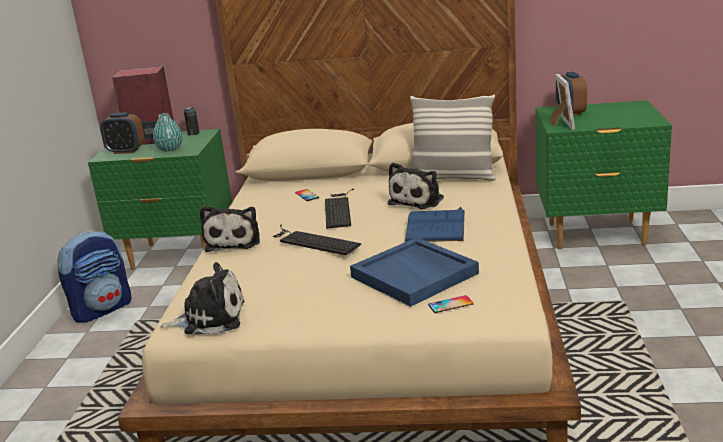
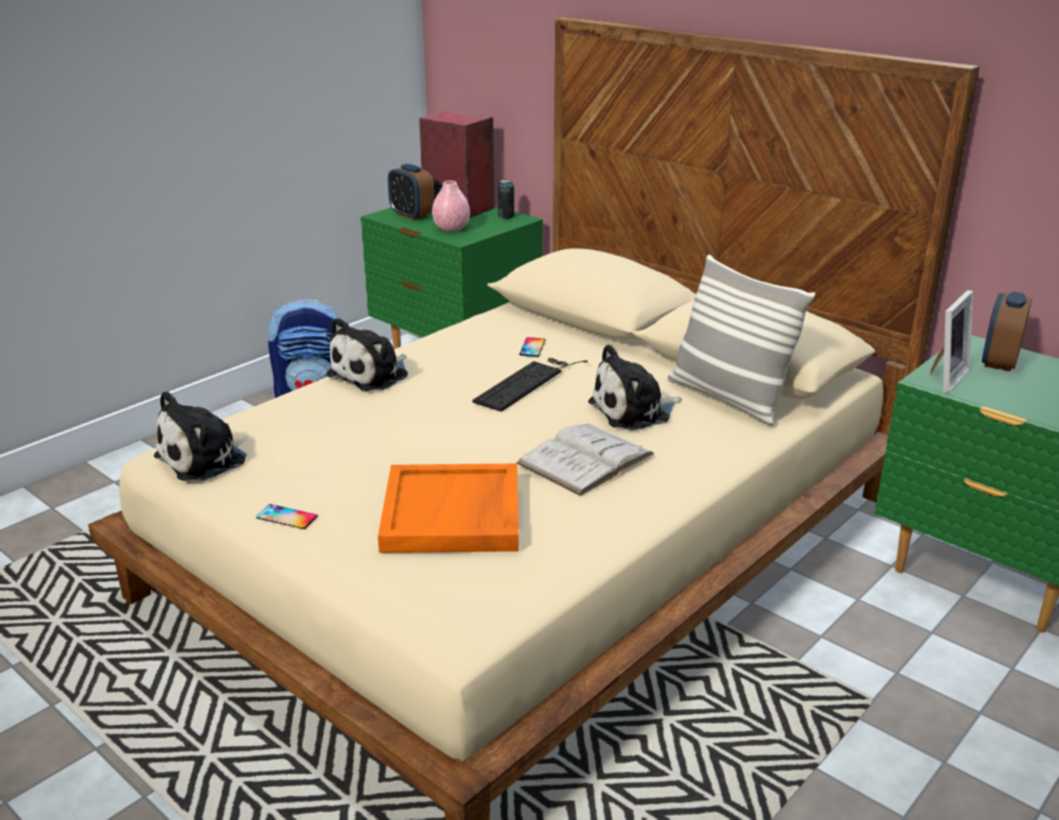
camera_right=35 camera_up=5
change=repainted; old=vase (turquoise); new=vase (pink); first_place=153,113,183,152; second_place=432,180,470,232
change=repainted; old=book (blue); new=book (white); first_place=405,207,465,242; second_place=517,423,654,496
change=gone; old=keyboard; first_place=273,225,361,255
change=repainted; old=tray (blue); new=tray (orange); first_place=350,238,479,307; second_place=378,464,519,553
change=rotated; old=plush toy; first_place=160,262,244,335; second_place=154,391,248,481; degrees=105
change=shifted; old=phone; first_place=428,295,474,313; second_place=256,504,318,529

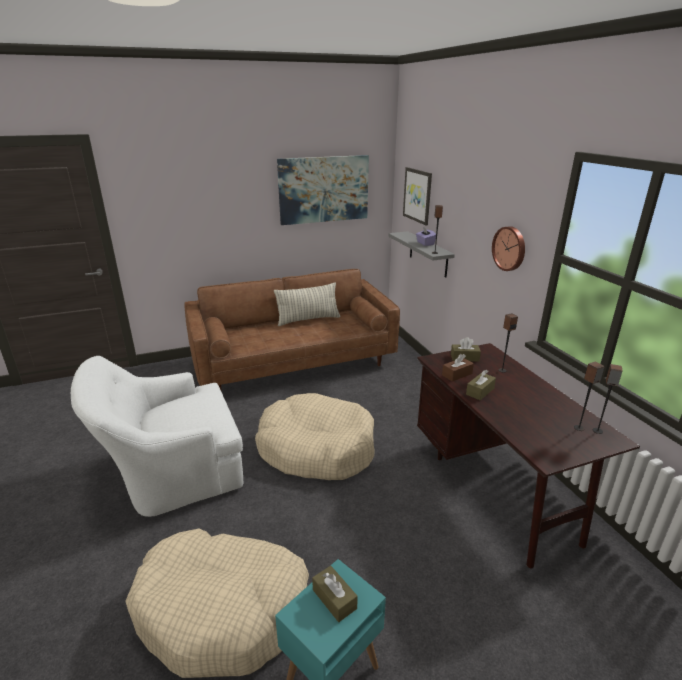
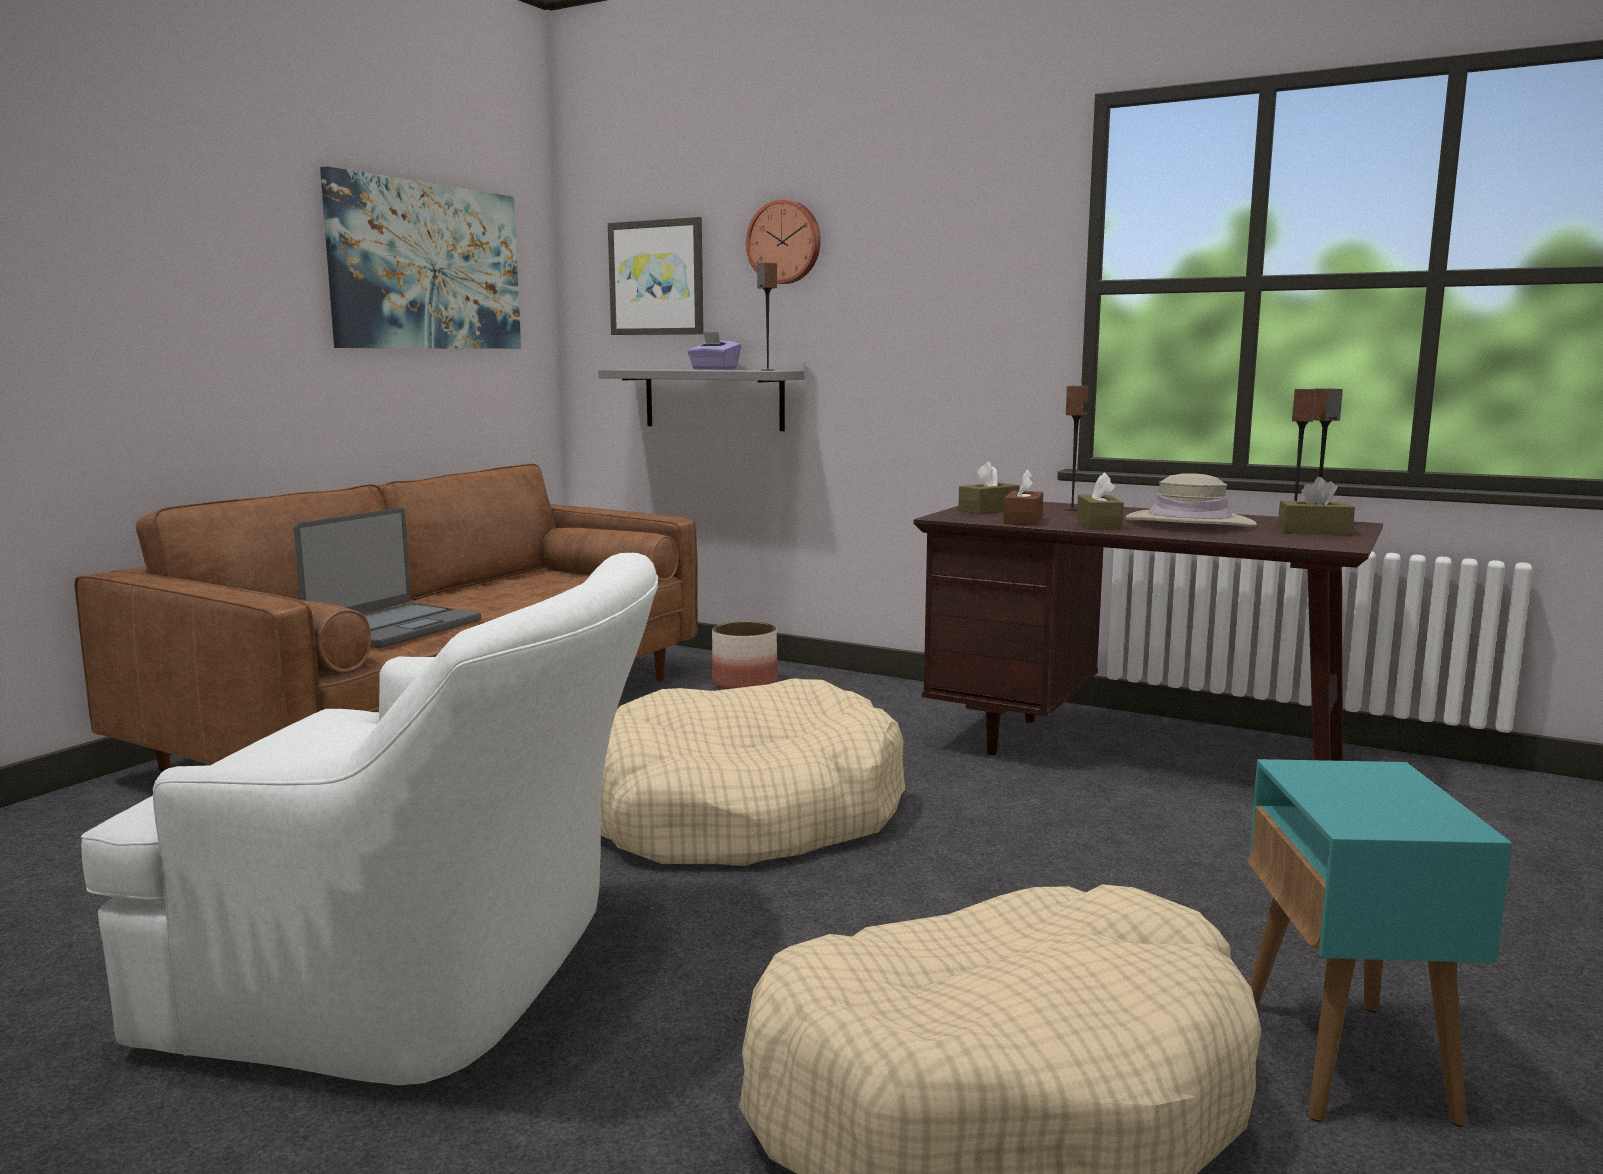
camera_right=-40 camera_up=-15
change=shifted; old=wall clock; first_place=492,226,525,271; second_place=746,199,821,284
change=gone; old=pillow; first_place=274,282,340,326
change=rotated; old=armchair (white); first_place=71,356,243,517; second_place=81,553,658,1085; degrees=-105
change=shifted; old=tissue box (brown); first_place=312,566,358,622; second_place=1278,477,1355,535
change=new; new=hat (beige); second_place=1125,473,1257,527
change=new; new=laptop; second_place=294,507,481,648
change=new; new=planter; second_place=712,621,778,689

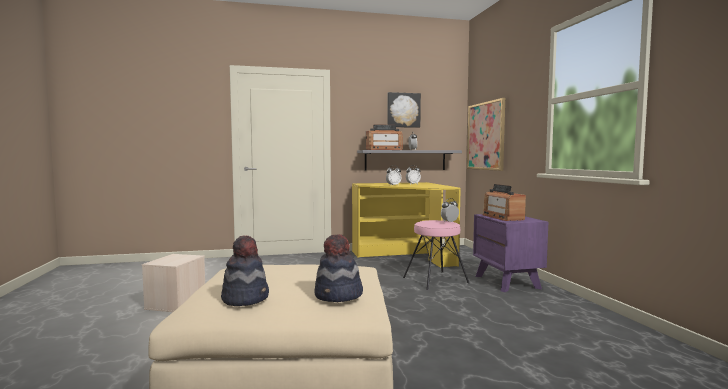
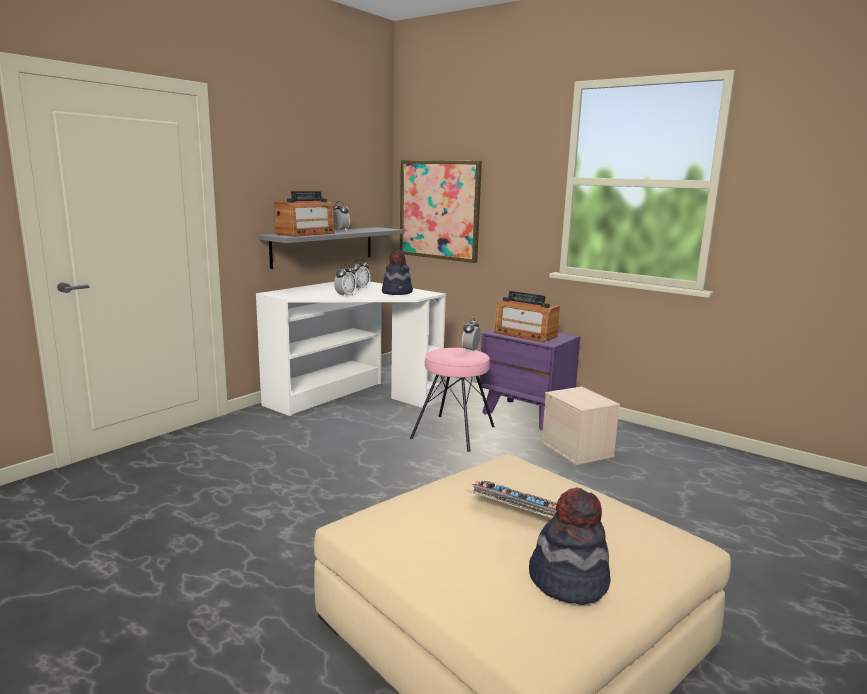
camera_right=-40 camera_up=10
change=gone; old=picture; first_place=387,92,421,128
change=repainted; old=desk (yellow); new=desk (white); first_place=352,182,461,268; second_place=256,282,446,416
change=shifted; old=hat; first_place=314,234,363,302; second_place=382,250,413,295
change=shifted; old=storage box (beige); first_place=142,254,205,312; second_place=541,387,620,465
change=new; new=keyboard; second_place=465,481,557,518

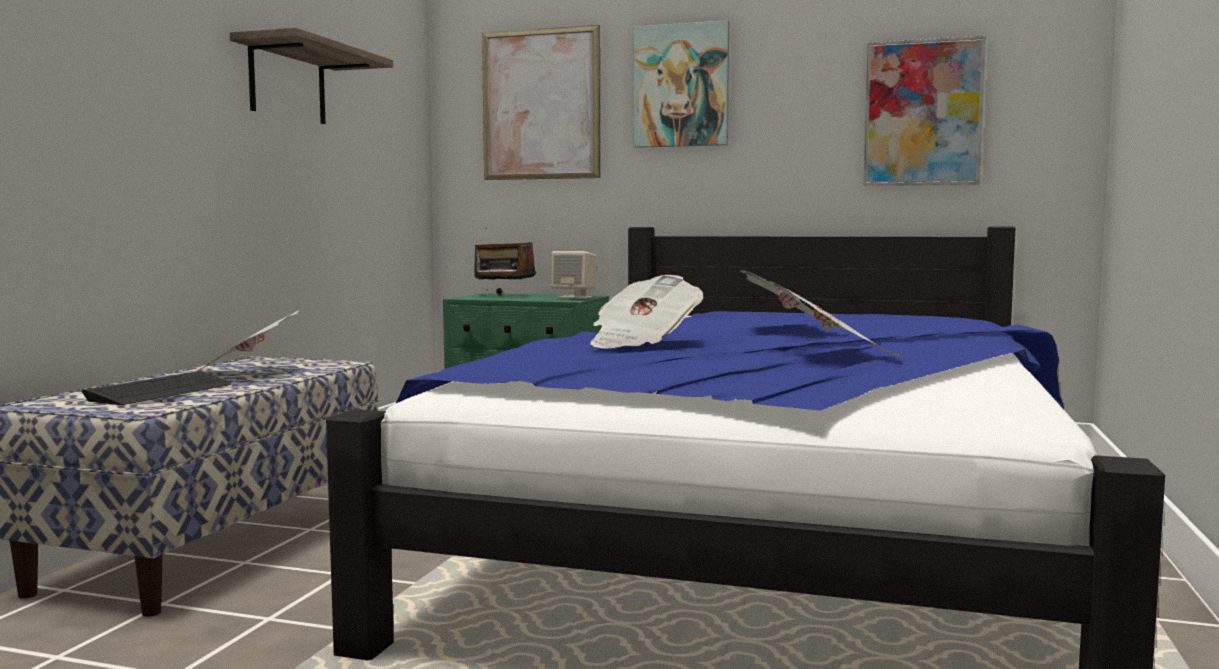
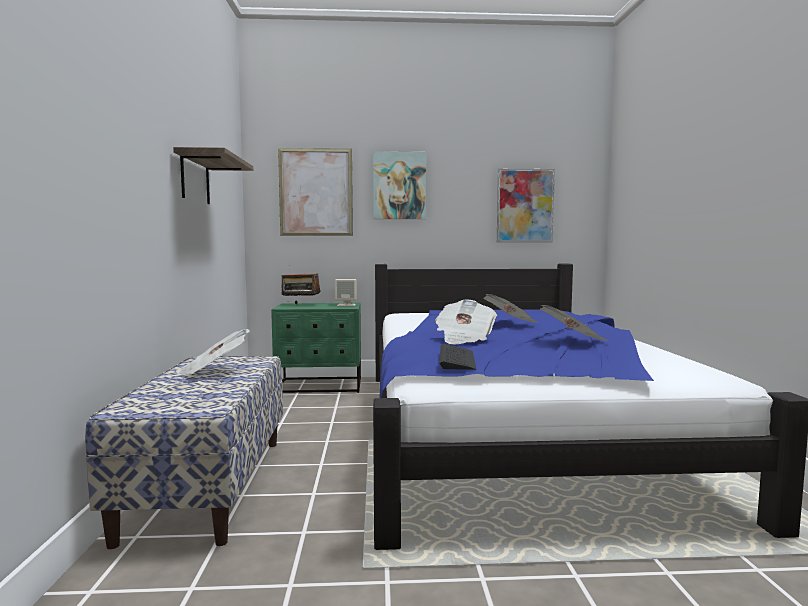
camera_right=-20 camera_up=0
change=shifted; old=keyboard; first_place=82,371,231,405; second_place=439,344,476,370

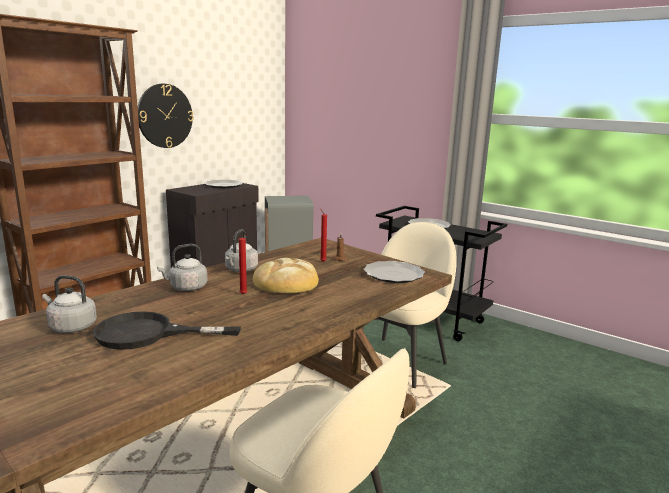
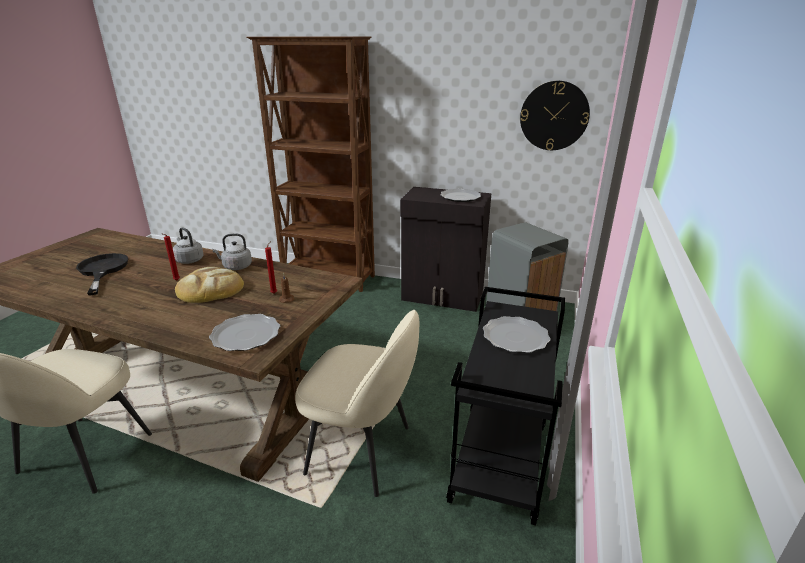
camera_right=70 camera_up=10
change=shifted; old=wall clock; first_place=138,84,194,148; second_place=520,81,590,150
change=gone; old=kettle (grey); first_place=42,275,97,333

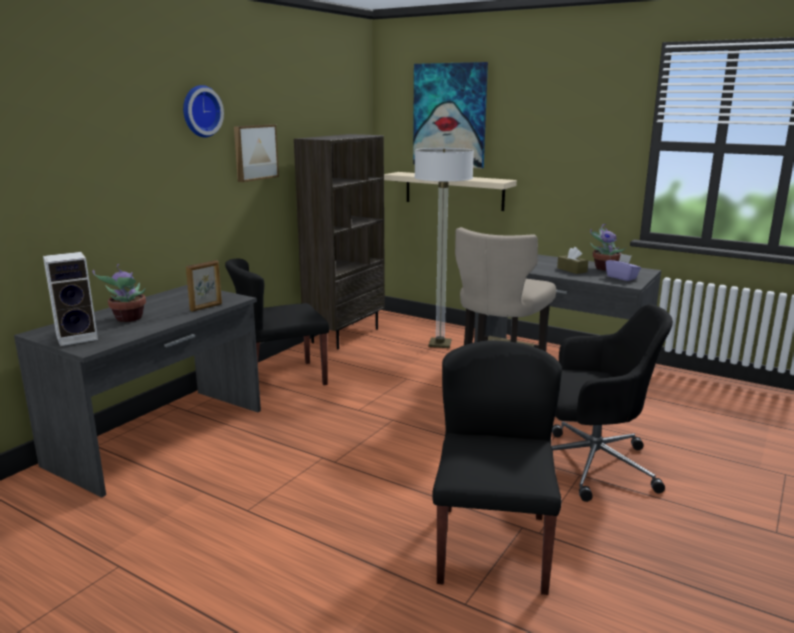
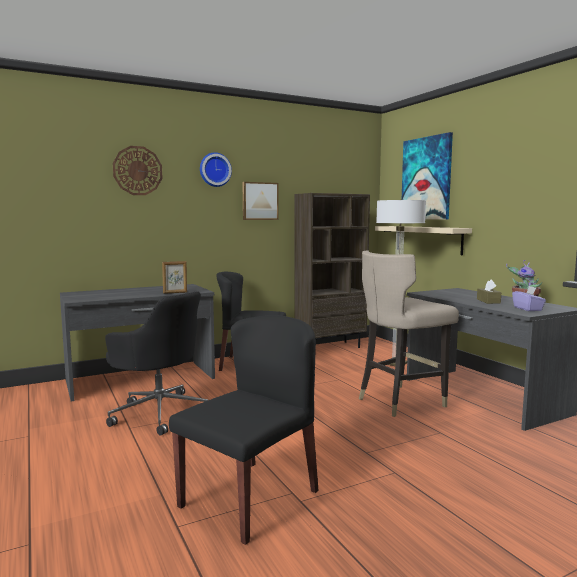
camera_right=30 camera_up=-10
change=gone; old=speaker; first_place=43,252,98,346
change=gone; old=potted plant; first_place=92,264,146,322
change=shifted; old=office chair (black); first_place=552,304,673,502; second_place=105,292,208,436
change=new; new=wall clock; second_place=113,146,162,195

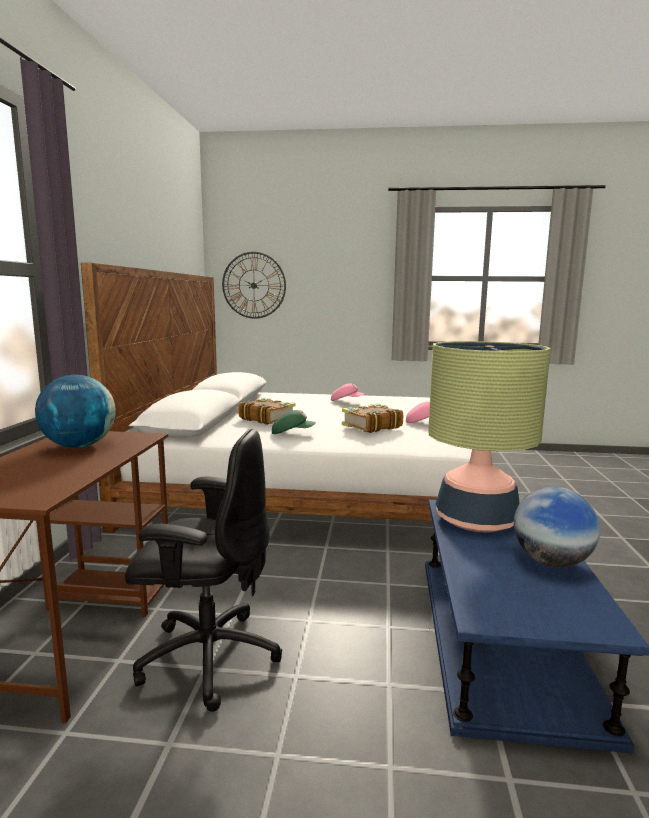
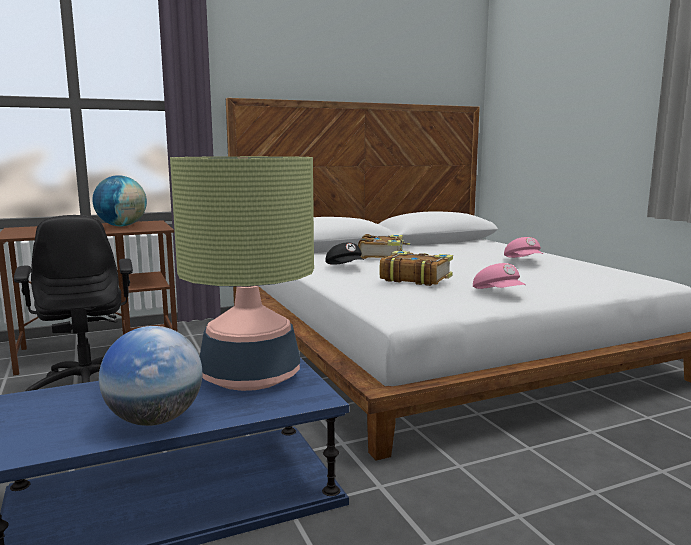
camera_right=60 camera_up=0
change=gone; old=wall clock; first_place=222,252,286,319
change=repainted; old=cap (green); new=cap (black); first_place=272,410,316,434; second_place=325,242,364,265

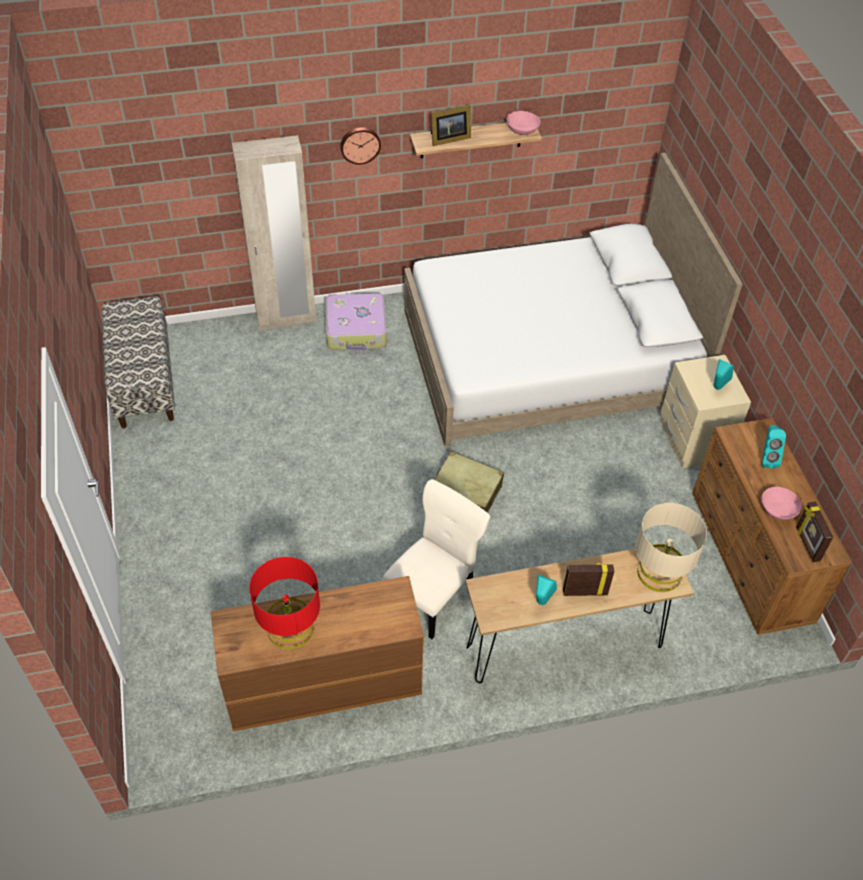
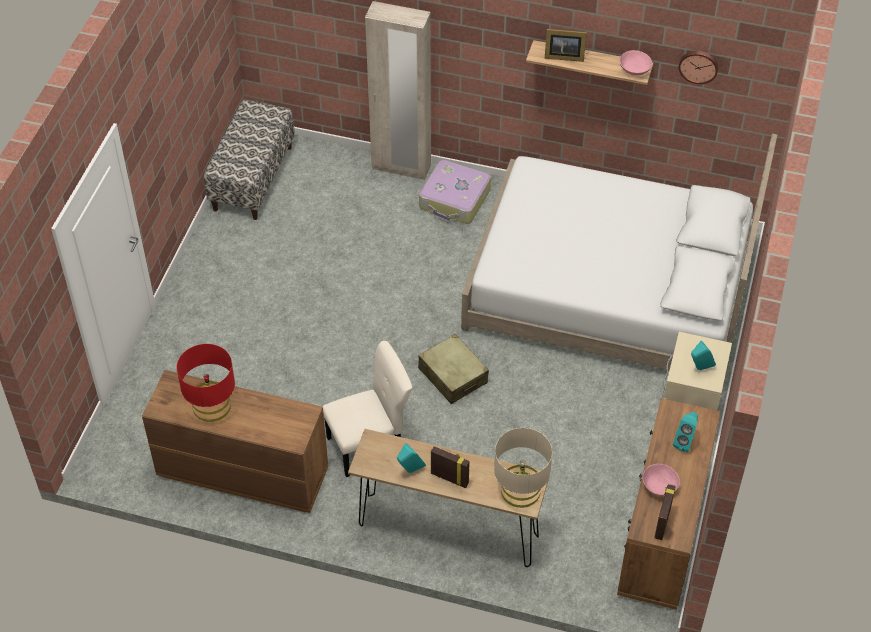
camera_right=30 camera_up=0
change=shifted; old=wall clock; first_place=340,127,381,164; second_place=679,51,718,84

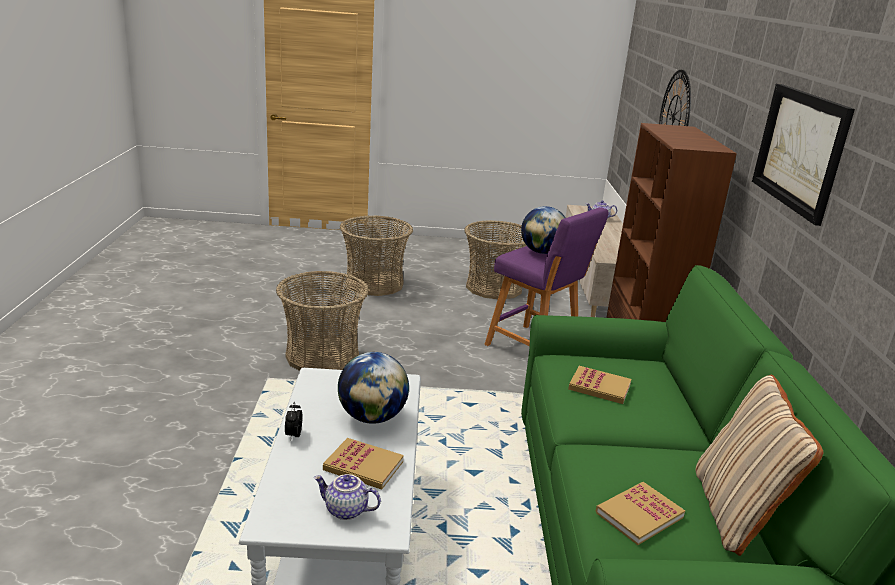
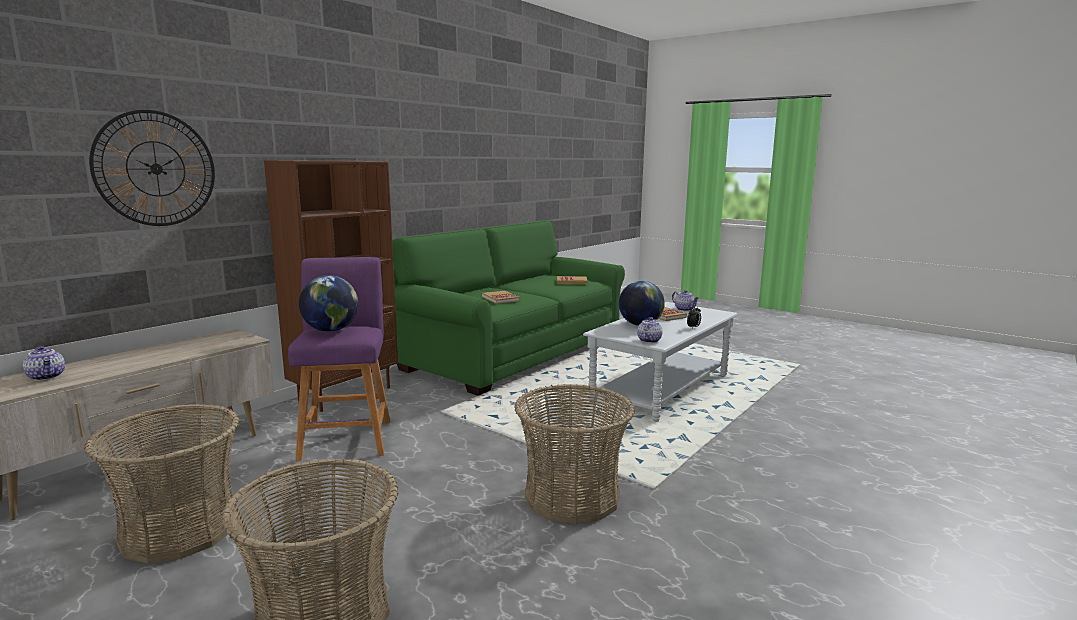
camera_right=-140 camera_up=-10
change=gone; old=picture; first_place=752,84,855,226
change=gone; old=pillow (beige); first_place=696,375,823,556
change=new; new=teapot; second_place=637,317,663,343

